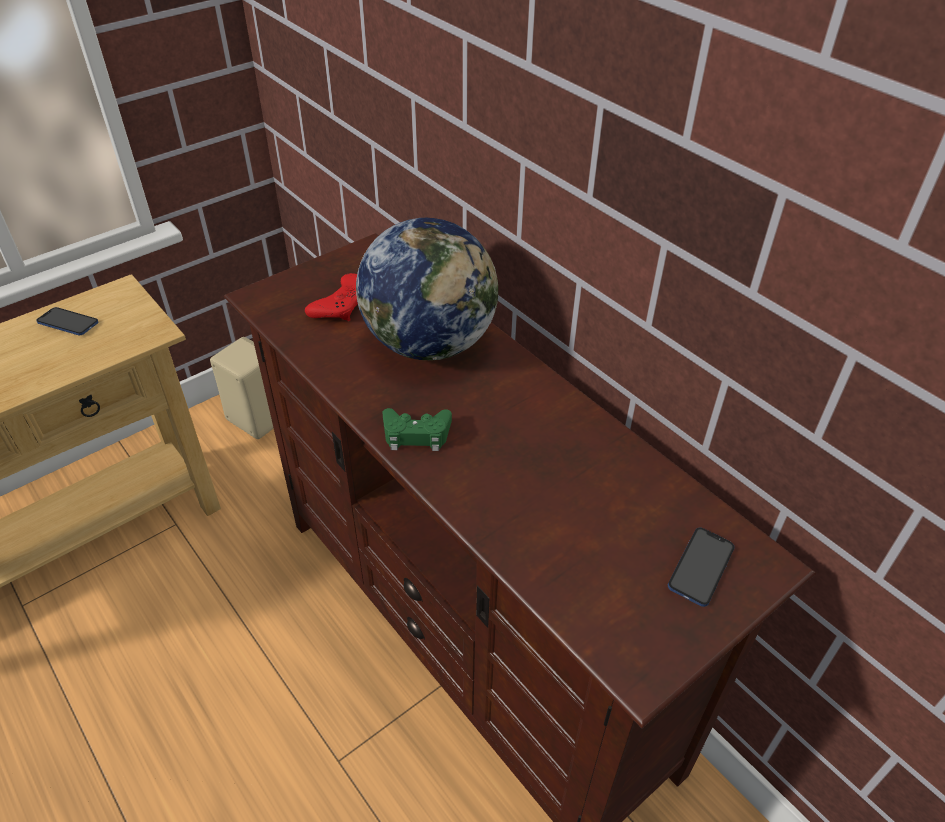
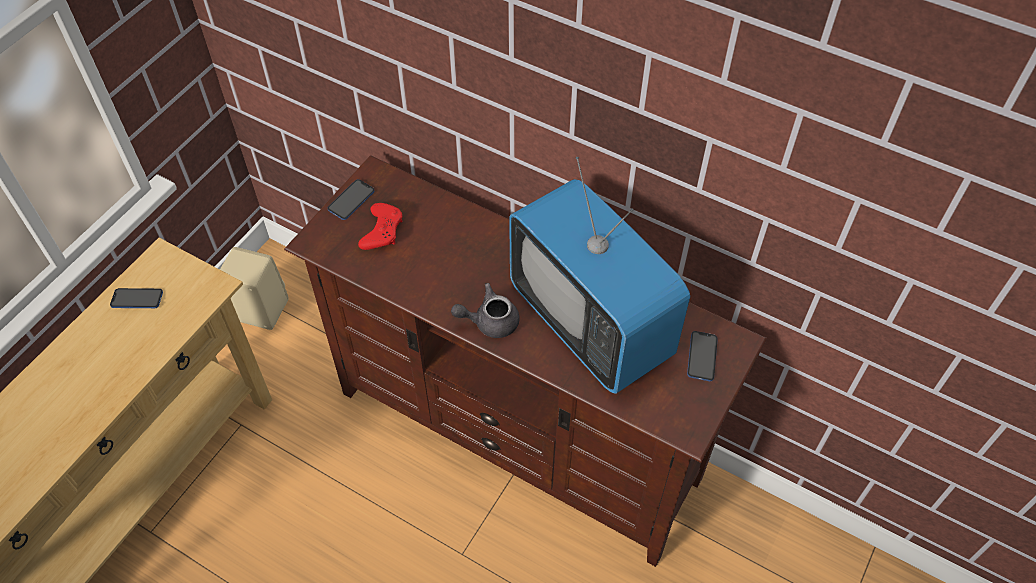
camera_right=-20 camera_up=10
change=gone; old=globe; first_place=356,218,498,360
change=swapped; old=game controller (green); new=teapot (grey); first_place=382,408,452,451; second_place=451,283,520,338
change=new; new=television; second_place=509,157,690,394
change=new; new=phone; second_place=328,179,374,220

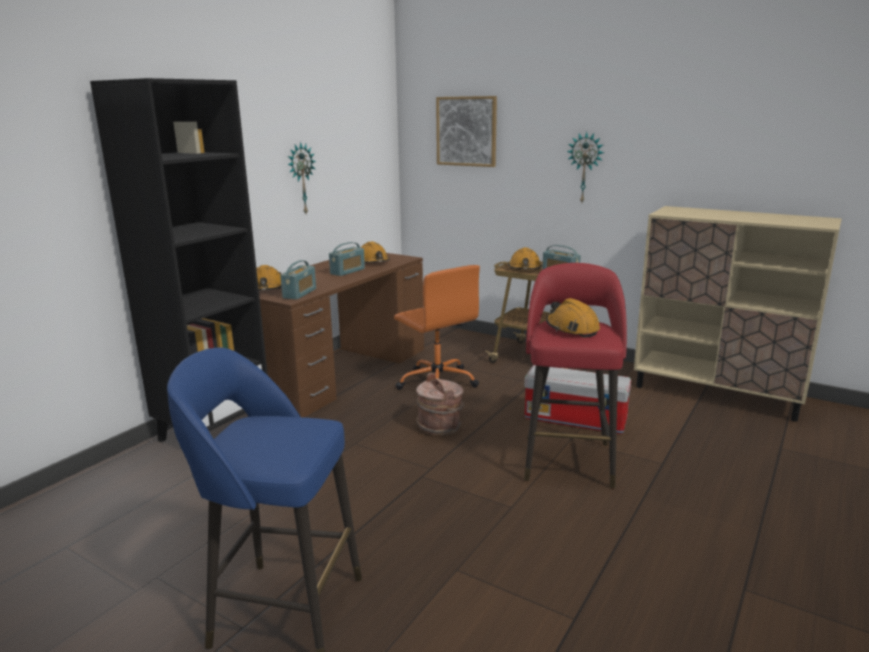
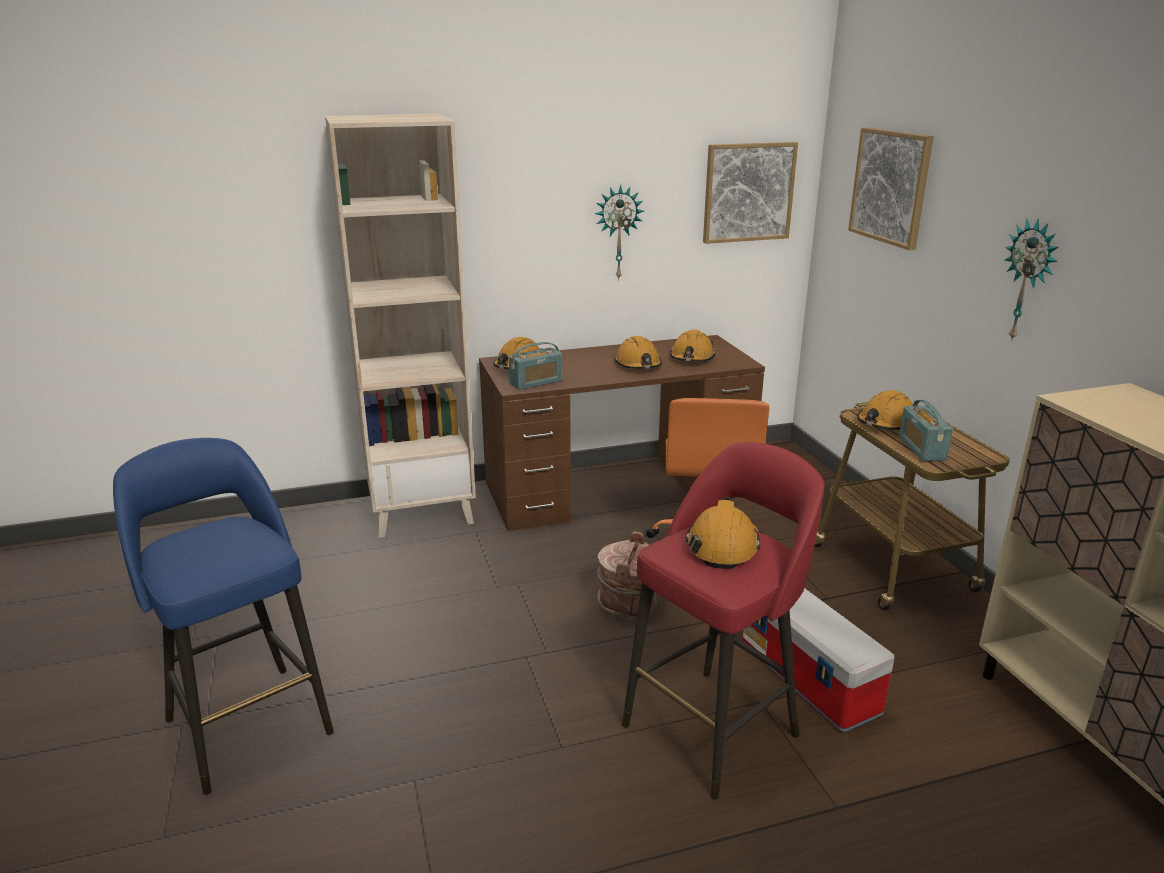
camera_right=40 camera_up=5
change=repainted; old=bookcase (black); new=bookcase (beige); first_place=90,78,268,442; second_place=325,114,476,538
change=swapped; old=radio; new=hard hat (orange); first_place=329,242,365,276; second_place=615,336,662,369
change=new; new=picture; second_place=703,142,798,244

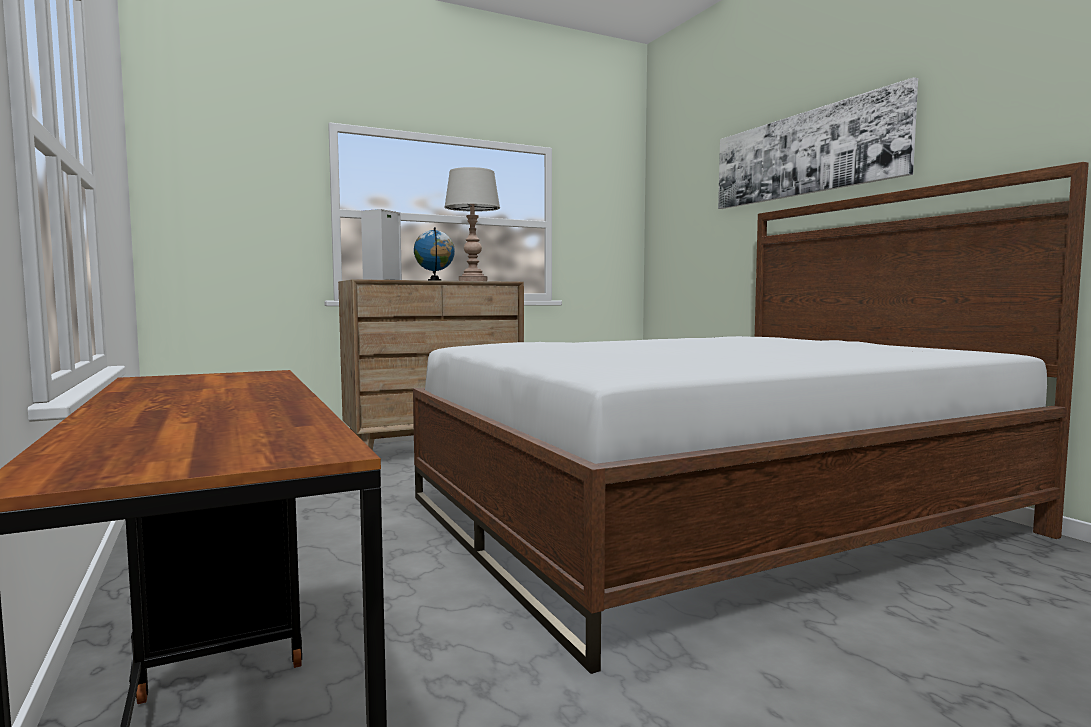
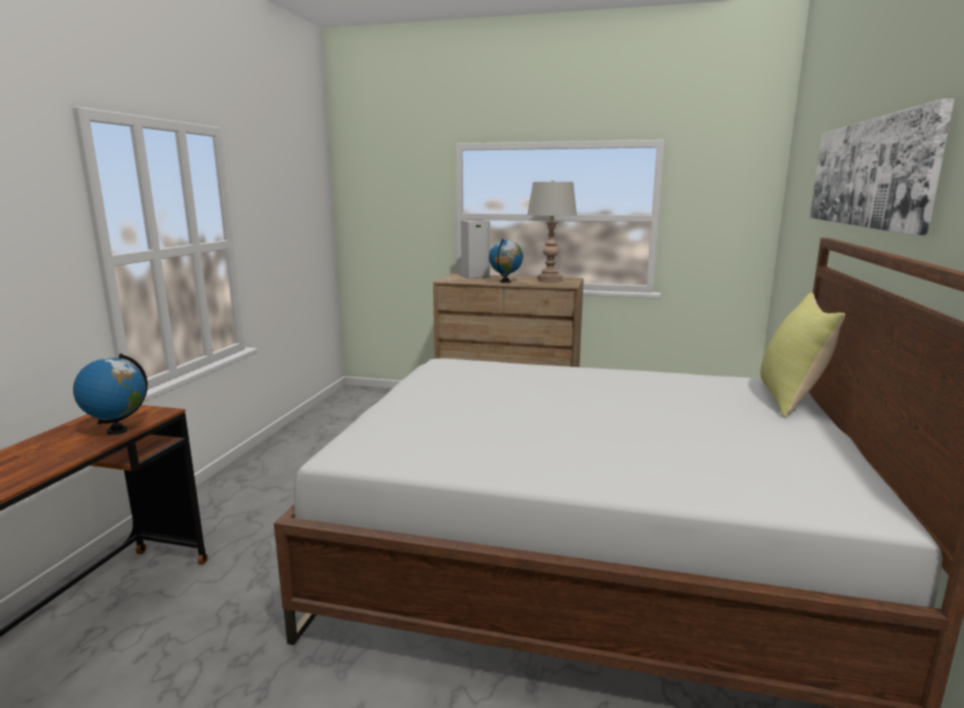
camera_right=40 camera_up=10
change=new; new=pillow (yellow); second_place=760,293,845,418
change=new; new=globe; second_place=73,353,148,435

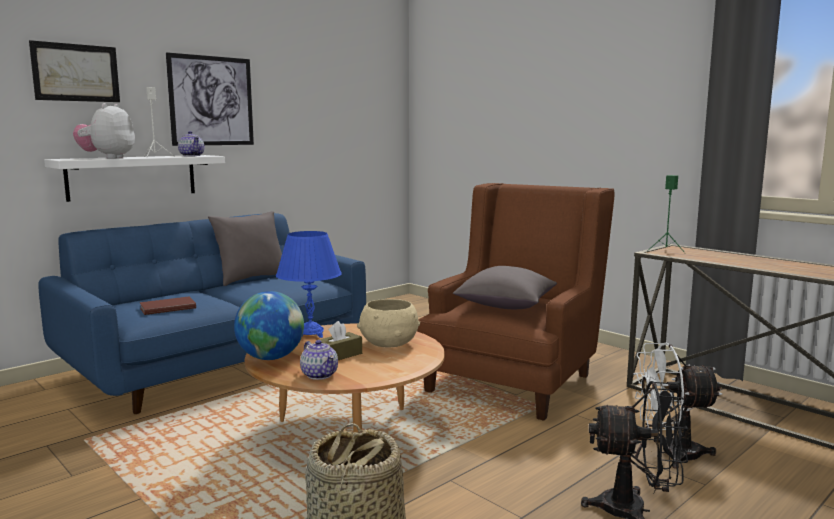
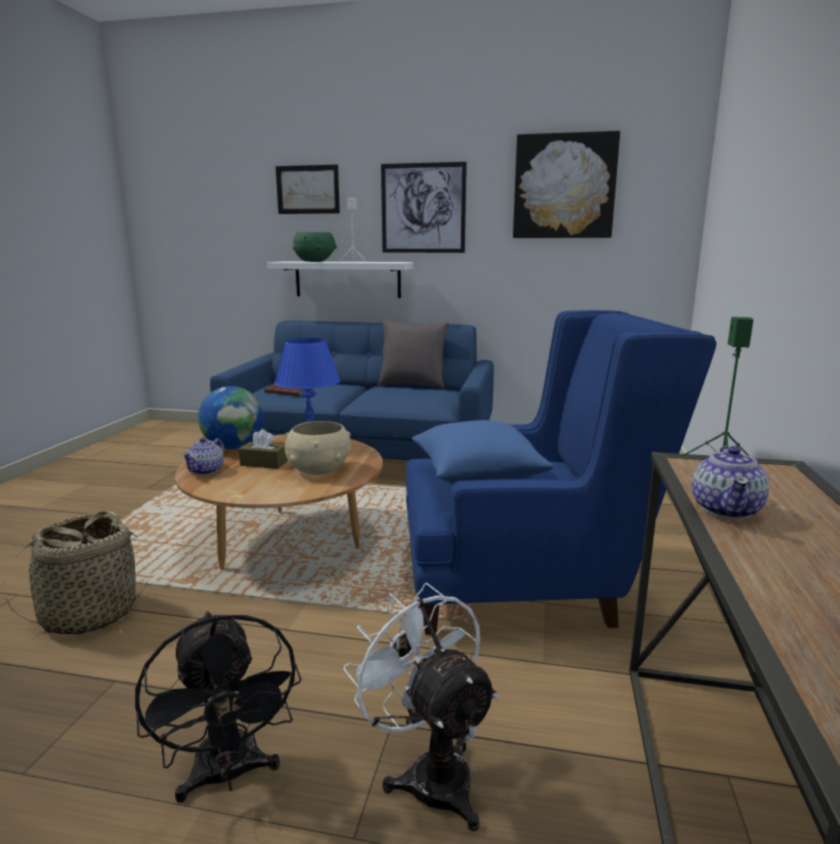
camera_right=55 camera_up=5
change=swapped; old=plush toy; new=bowl (green); first_place=73,103,135,159; second_place=293,232,337,262
change=shifted; old=teapot; first_place=178,131,204,156; second_place=692,446,769,519
change=repainted; old=armchair (brown); new=armchair (blue); first_place=417,183,615,421; second_place=406,310,716,635
change=repainted; old=pillow (grey); new=pillow (blue); first_place=453,266,557,309; second_place=412,420,553,483
change=new; new=picture; second_place=513,131,620,238

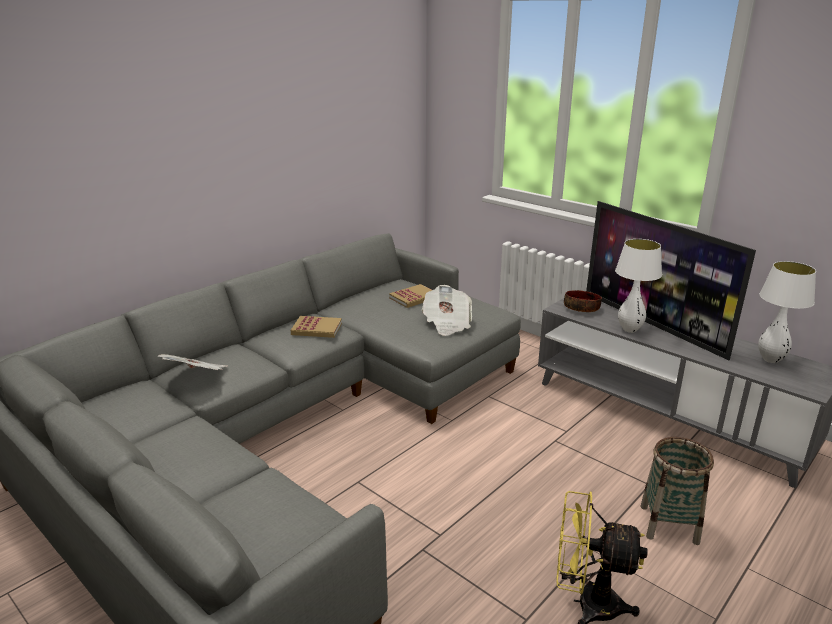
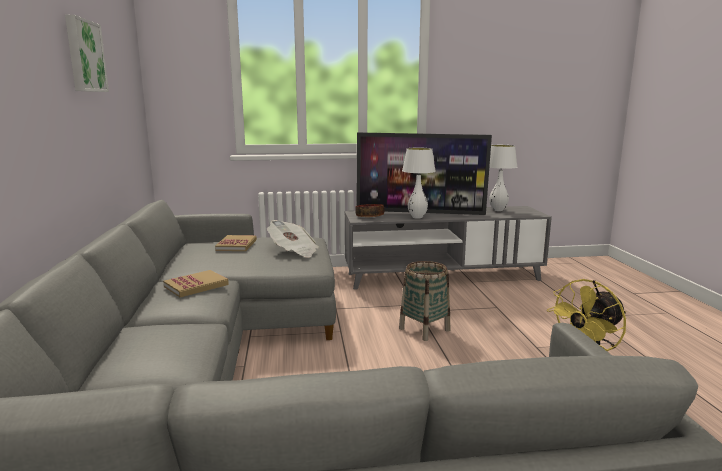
camera_right=-50 camera_up=-10
change=gone; old=newspaper; first_place=157,354,227,370
change=shifted; old=basket; first_place=640,437,714,545; second_place=399,261,450,341
change=new; new=picture; second_place=65,15,109,92

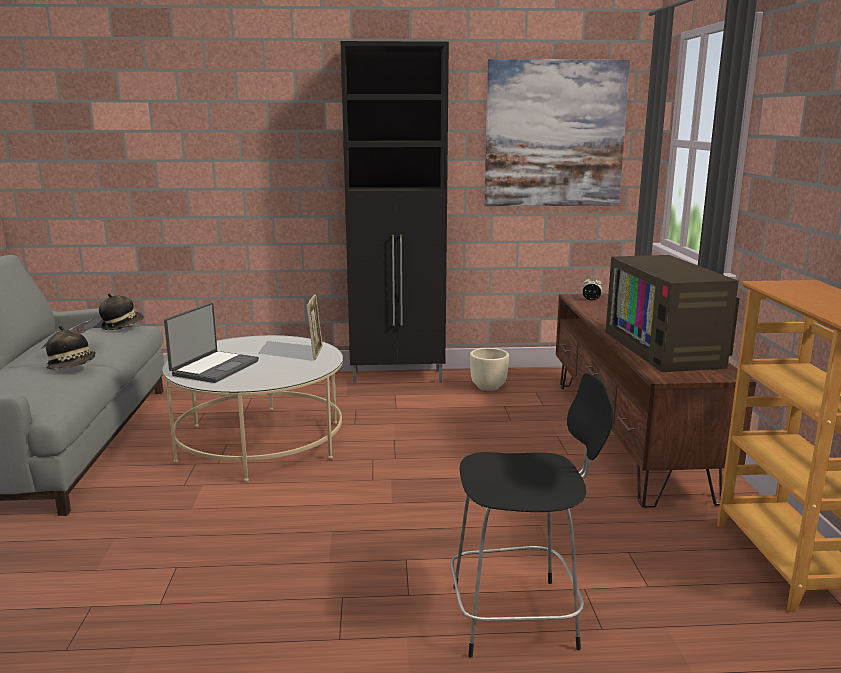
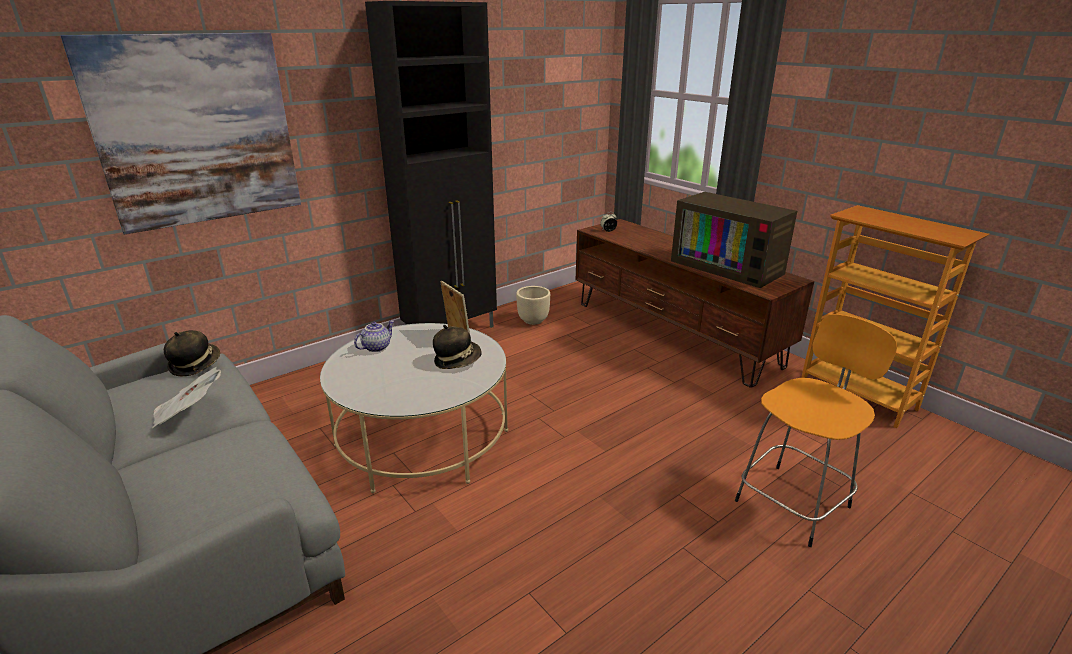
camera_right=-35 camera_up=10
change=shifted; old=picture; first_place=484,59,630,206; second_place=61,33,301,234
change=gone; old=laptop; first_place=164,303,259,383
change=shifted; old=hat; first_place=46,326,96,370; second_place=433,325,482,369
change=repainted; old=stool (black); new=stool (orange); first_place=450,373,614,658; second_place=735,314,897,547
change=new; new=teapot; second_place=354,321,394,352

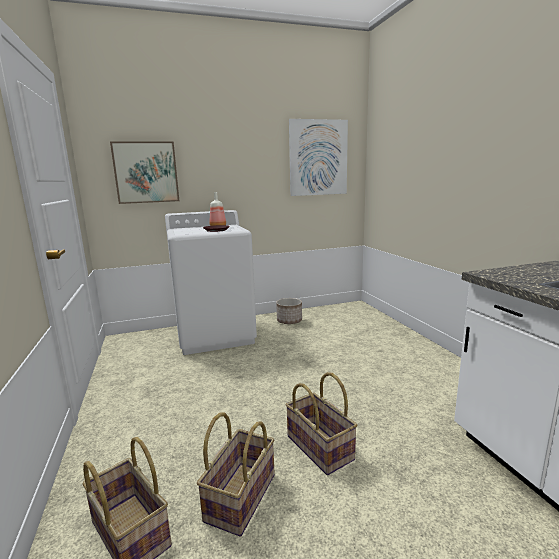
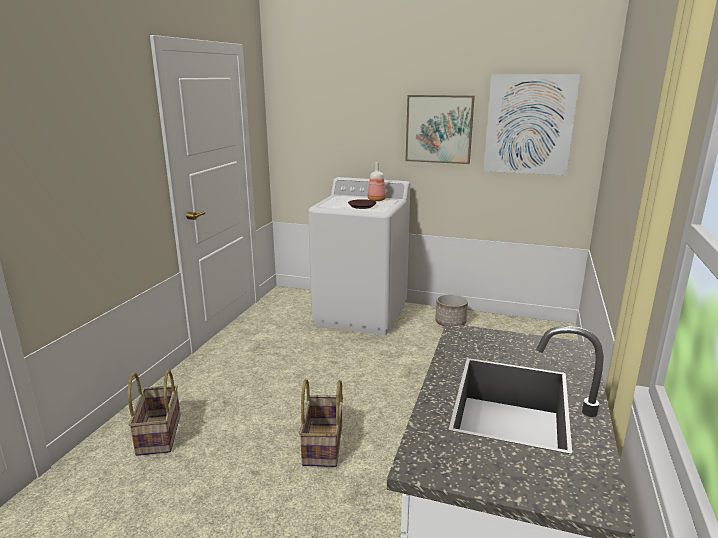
camera_right=35 camera_up=5
change=shifted; old=picture; first_place=110,142,179,204; second_place=406,95,475,164
change=gone; old=basket; first_place=197,412,275,537

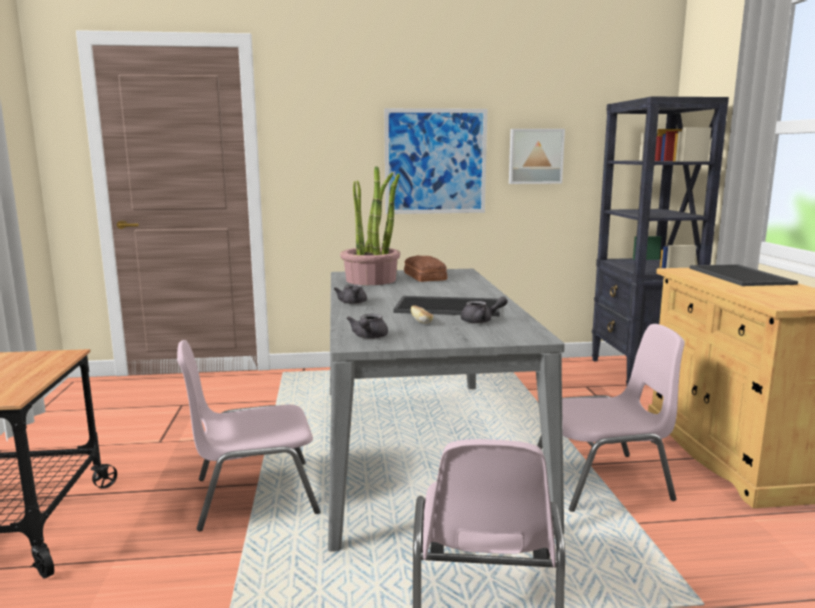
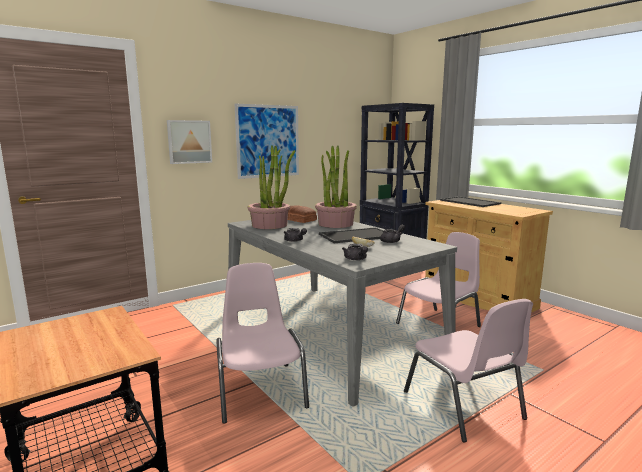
camera_right=-30 camera_up=0
change=shifted; old=picture; first_place=509,129,565,184; second_place=167,120,212,164
change=rotated; old=chair (pink); first_place=177,340,320,531; second_place=217,263,309,424; degrees=120
change=new; new=potted plant; second_place=315,145,357,228

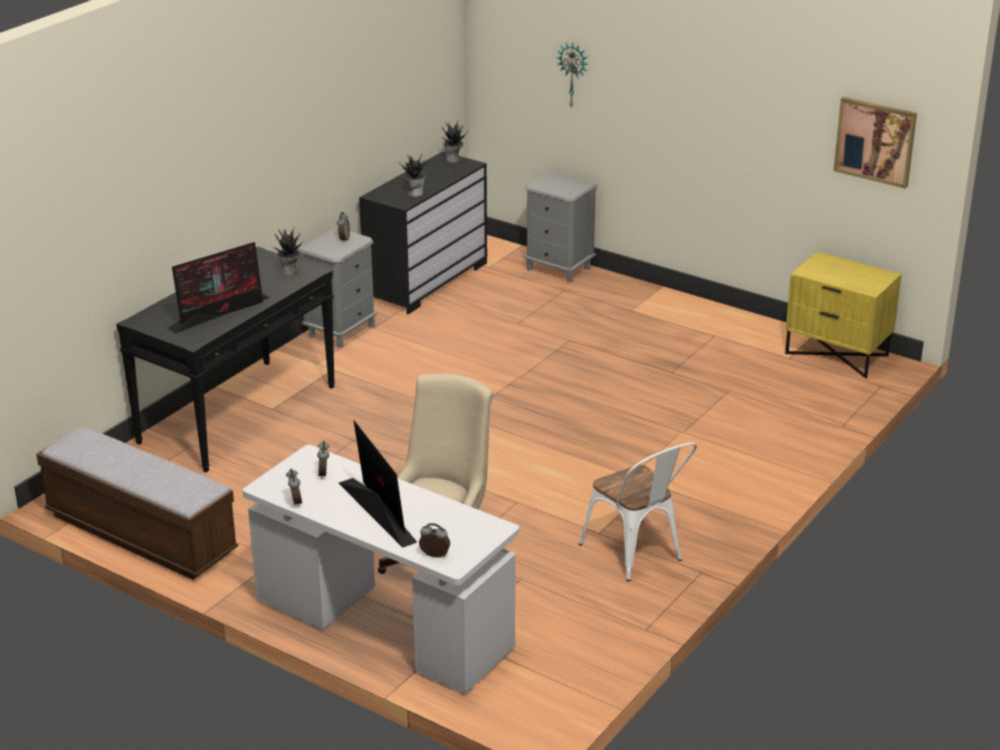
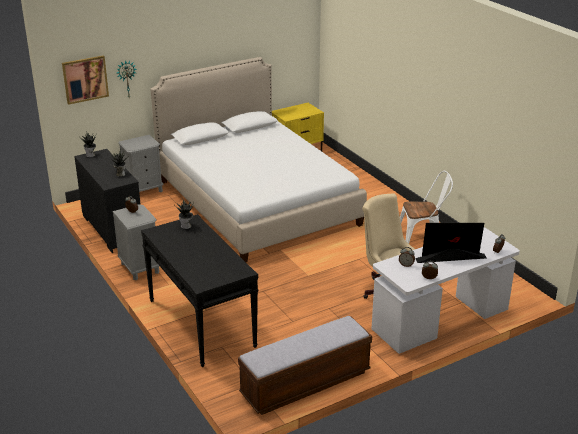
camera_right=-65 camera_up=0
change=shifted; old=picture; first_place=834,97,917,189; second_place=62,55,109,105
change=gone; old=monitor; first_place=168,242,270,333
change=new; new=bed; second_place=151,57,367,262

